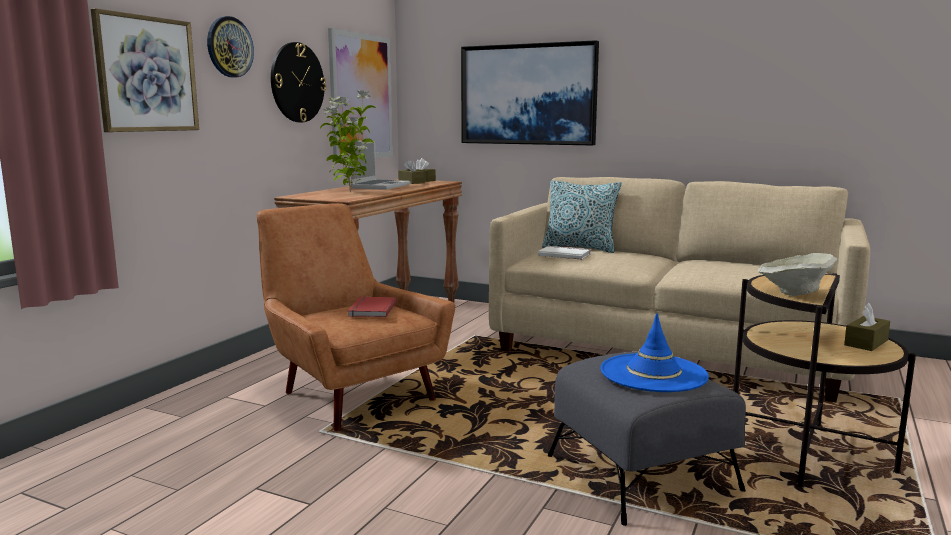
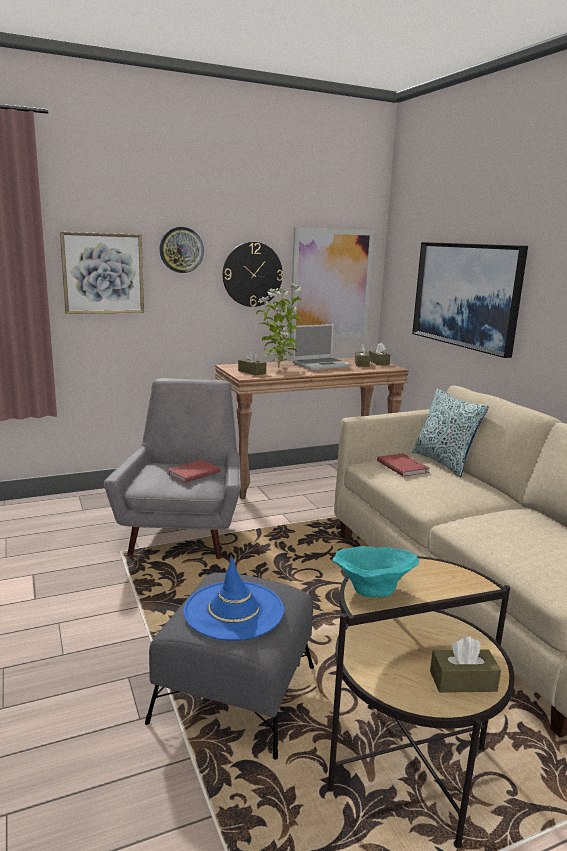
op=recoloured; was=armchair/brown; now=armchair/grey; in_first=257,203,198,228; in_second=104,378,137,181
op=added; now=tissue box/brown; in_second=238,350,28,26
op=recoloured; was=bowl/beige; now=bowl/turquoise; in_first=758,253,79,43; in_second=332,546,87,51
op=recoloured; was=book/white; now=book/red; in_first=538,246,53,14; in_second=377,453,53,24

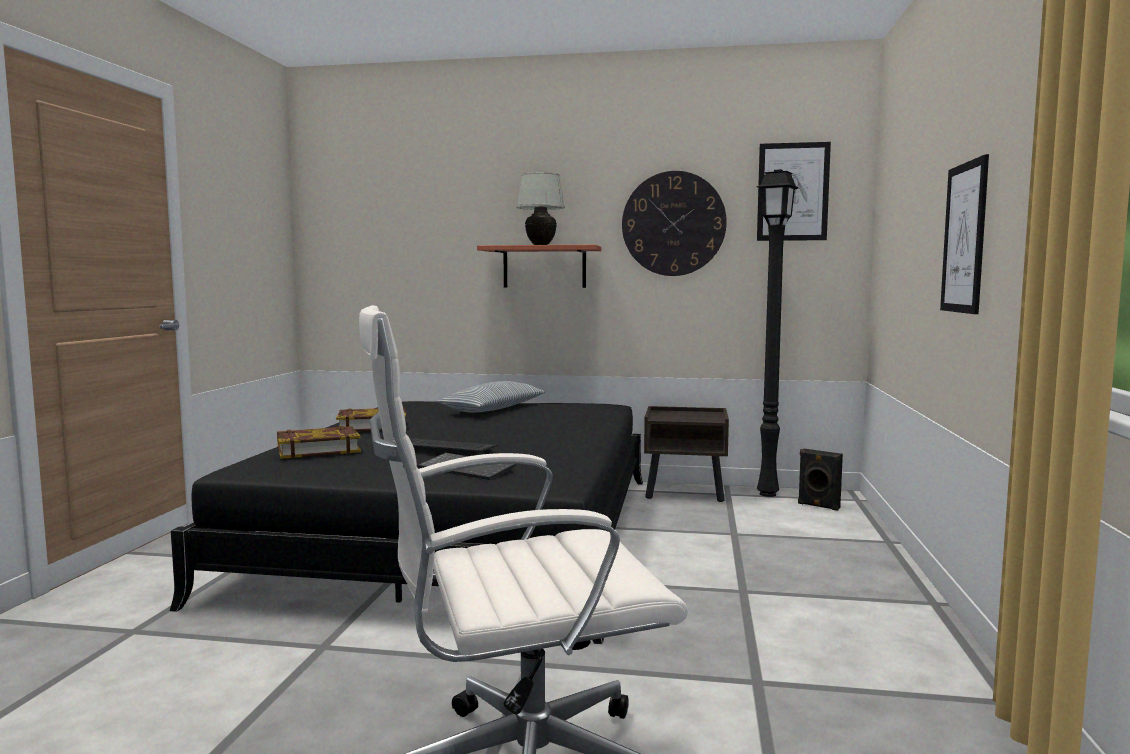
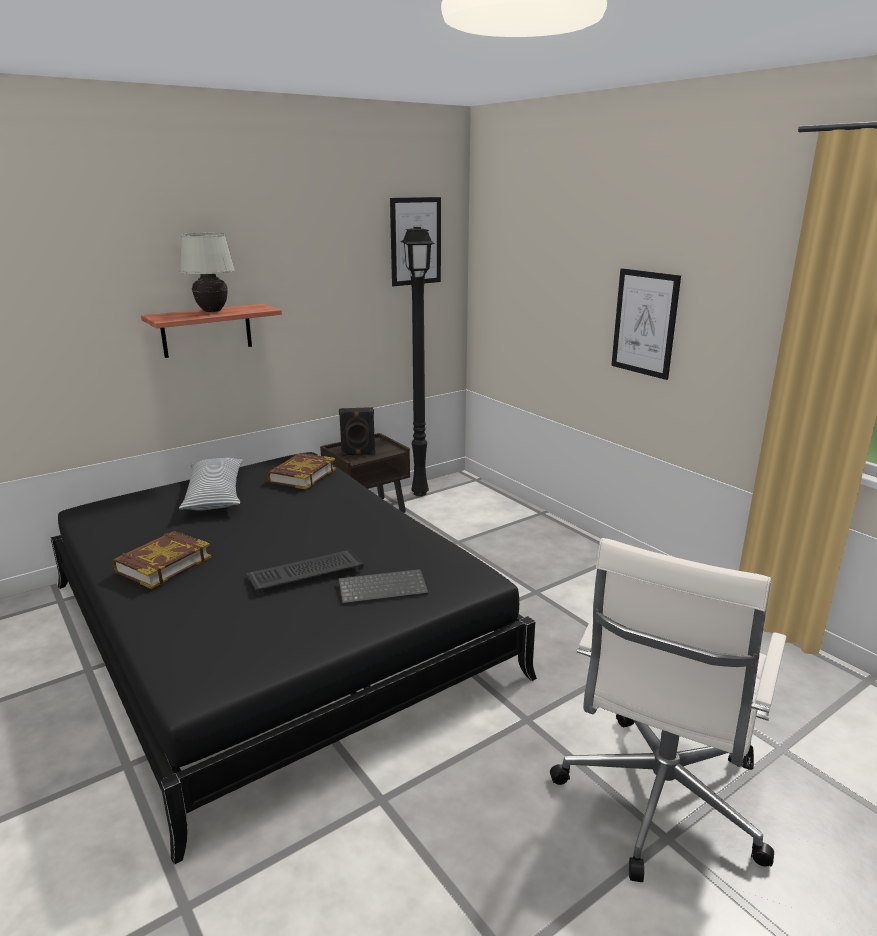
op=moved; was=book; in_first=277,426,84,33; in_second=267,453,69,36
op=moved; was=speaker/black; in_first=798,449,45,62; in_second=339,407,37,49
op=removed; was=wall clock; in_first=622,171,105,105

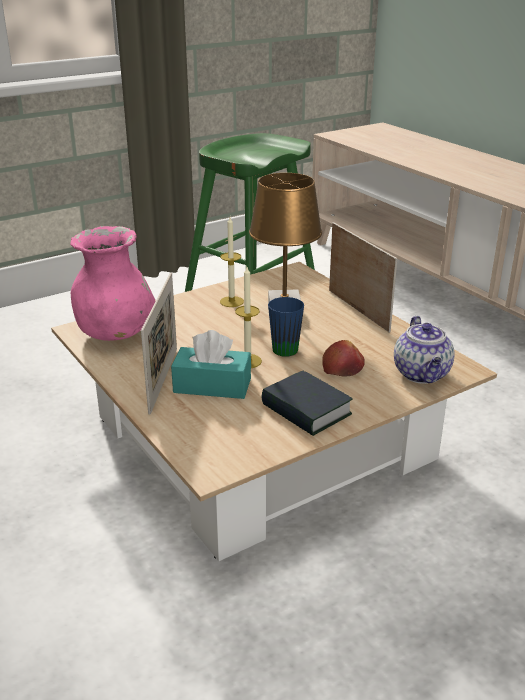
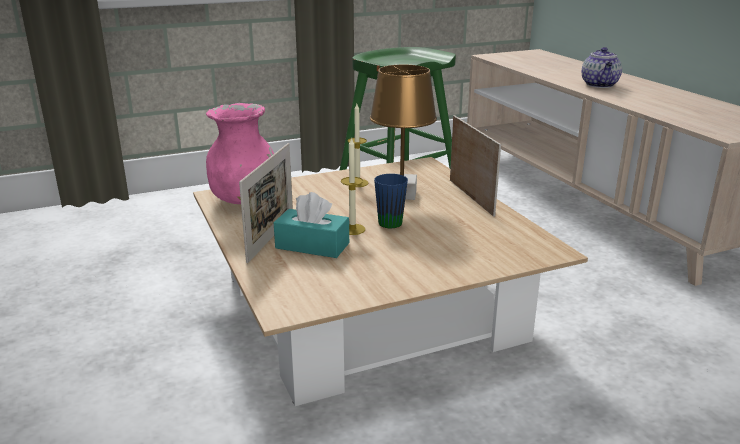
op=moved; was=teapot; in_first=394,316,61,68; in_second=581,47,41,41
op=removed; was=book; in_first=262,371,91,65
op=removed; was=apple; in_first=322,340,43,37

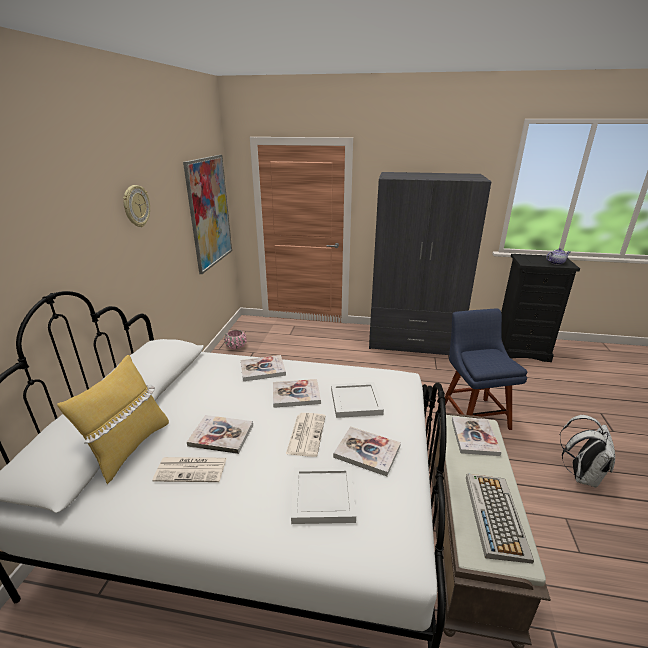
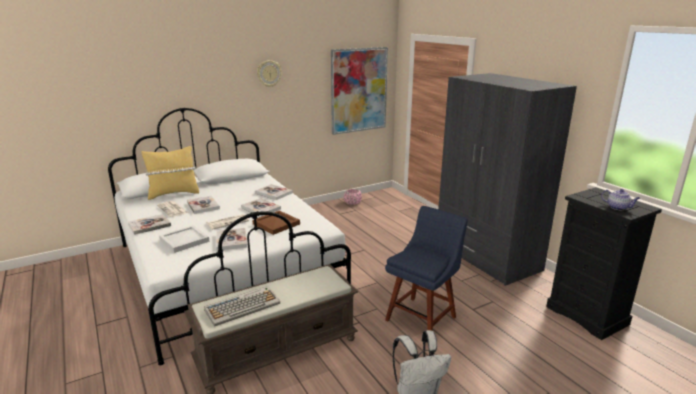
op=moved; was=book; in_first=452,417,49,39; in_second=128,214,43,21
op=recoloured; was=tray/white; now=tray/brown; in_first=331,382,53,36; in_second=252,211,48,24

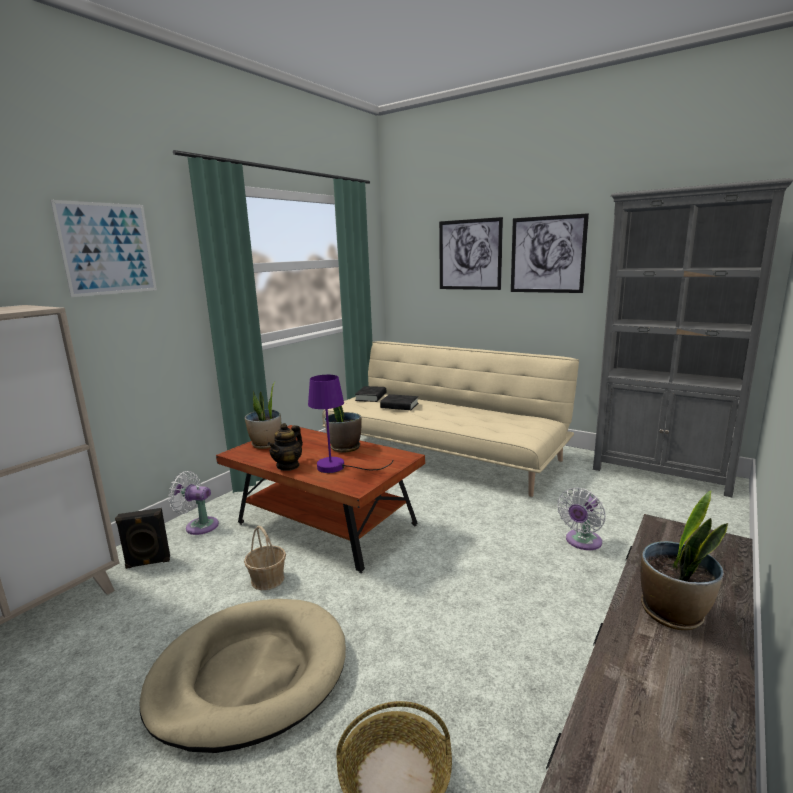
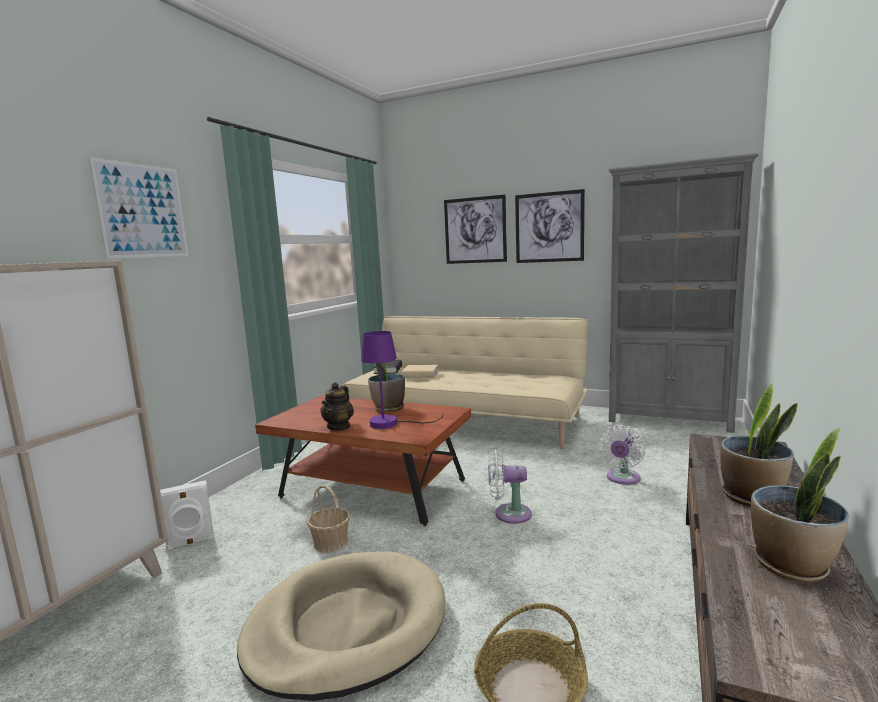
op=recoloured; was=speaker/black; now=speaker/white; in_first=115,508,55,61; in_second=160,480,55,71
op=recoloured; was=book/black; now=book/beige; in_first=380,394,38,16; in_second=402,365,36,13
op=moved; was=fan/white; in_first=168,471,51,64; in_second=488,450,44,74
op=moved; was=potted plant; in_first=245,381,36,68; in_second=751,428,98,155

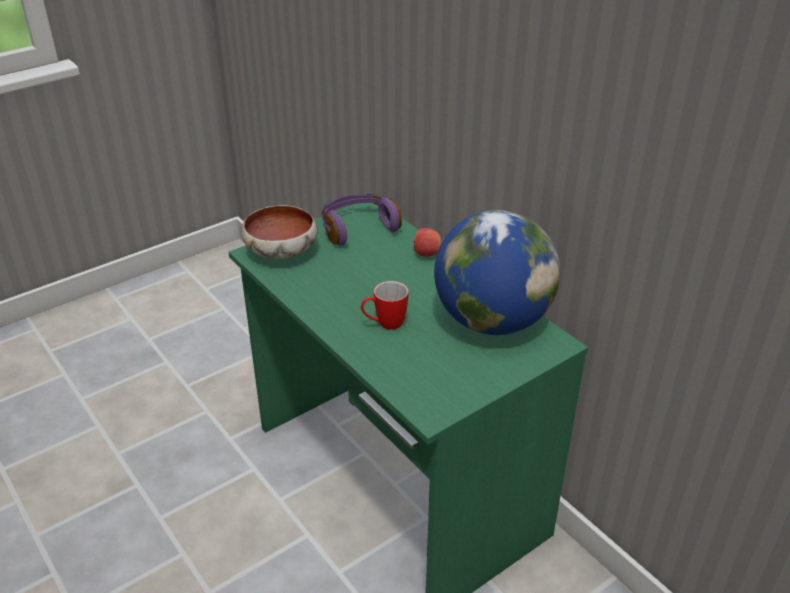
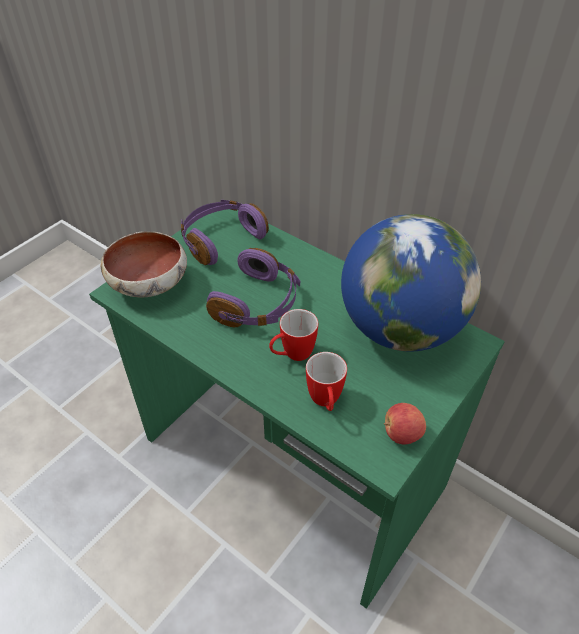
op=added; now=headphones/purple; in_second=206,248,94,80
op=added; now=mug; in_second=306,352,41,59
op=moved; was=apple; in_first=413,228,28,29; in_second=384,403,42,42

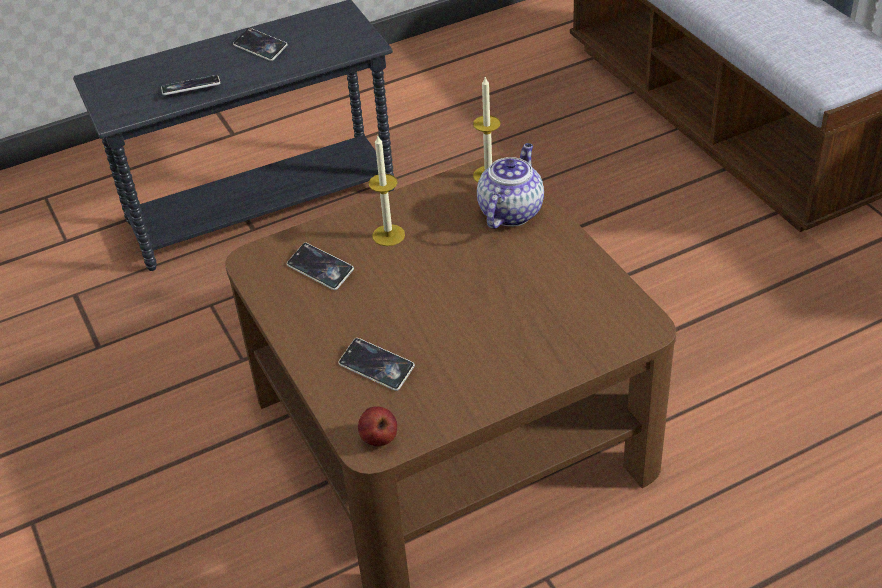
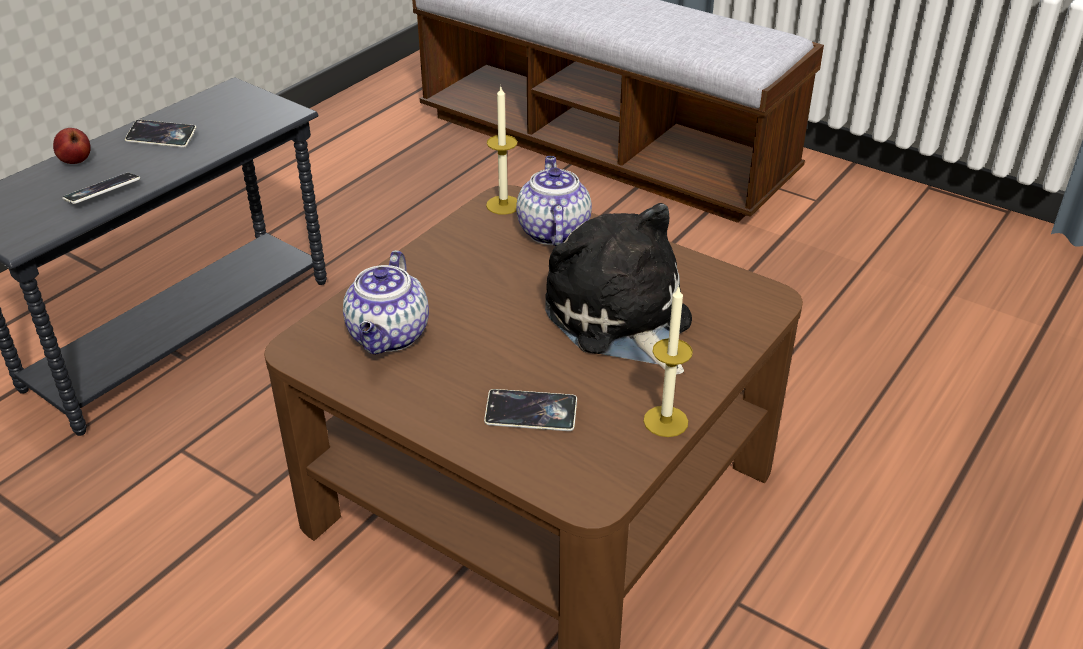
op=moved; was=apple; in_first=358,406,39,40; in_second=53,128,38,36
op=replaced; was=phone; now=teapot; in_first=287,243,67,47; in_second=343,250,86,104
op=added; now=plush toy; in_second=545,203,147,171
op=moved; was=candle; in_first=368,134,37,112; in_second=643,285,50,152

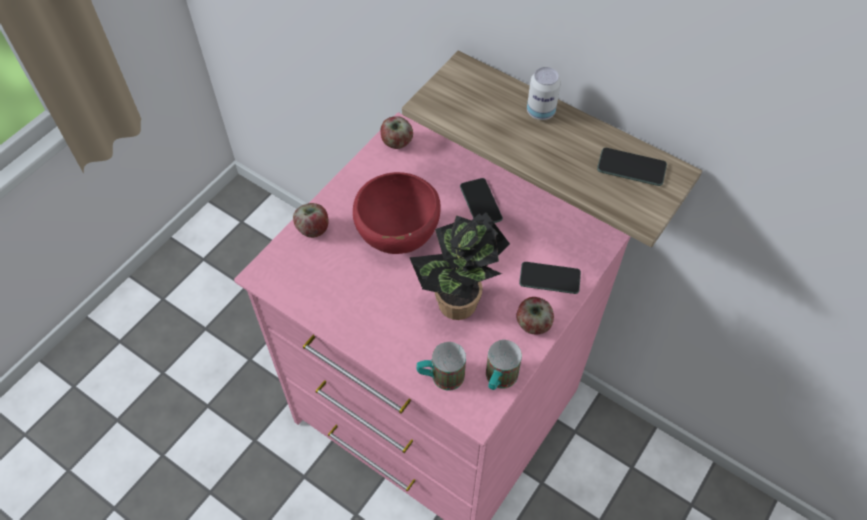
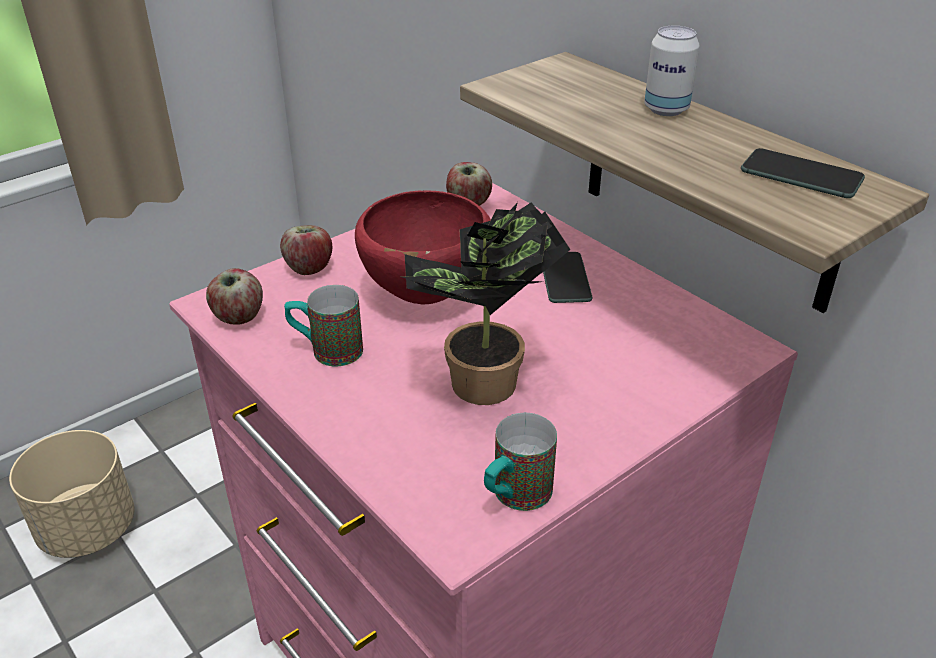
op=added; now=planter/beige; in_second=9,430,126,128
op=moved; was=apple; in_first=516,297,38,37; in_second=206,268,57,56
op=moved; was=mug; in_first=416,342,50,49; in_second=284,285,79,81
op=removed; was=phone; in_first=519,262,62,32

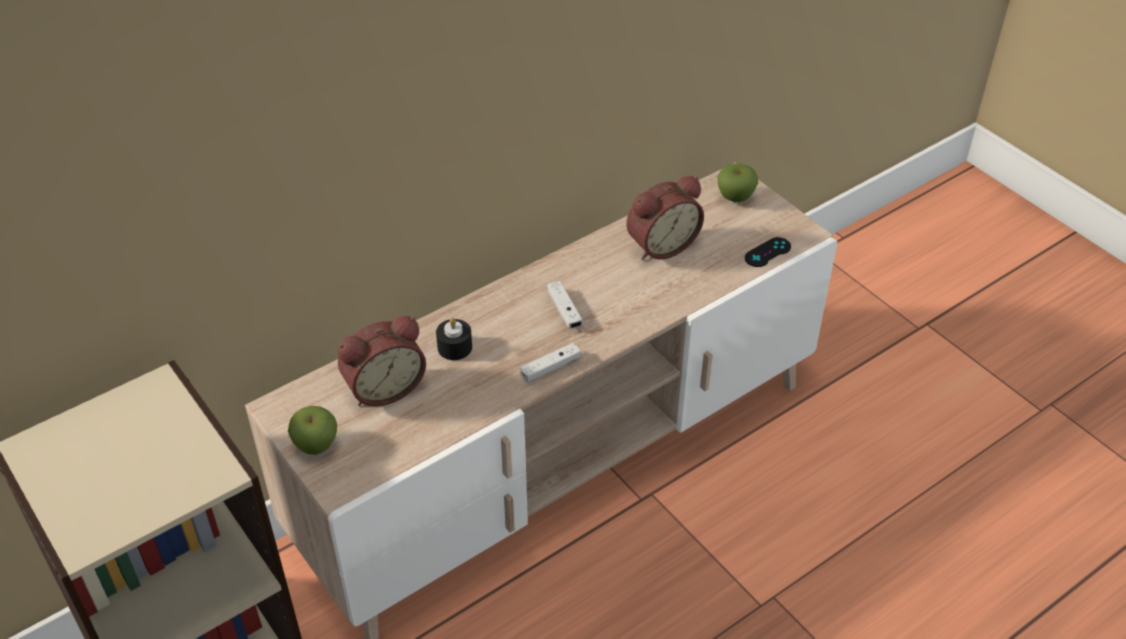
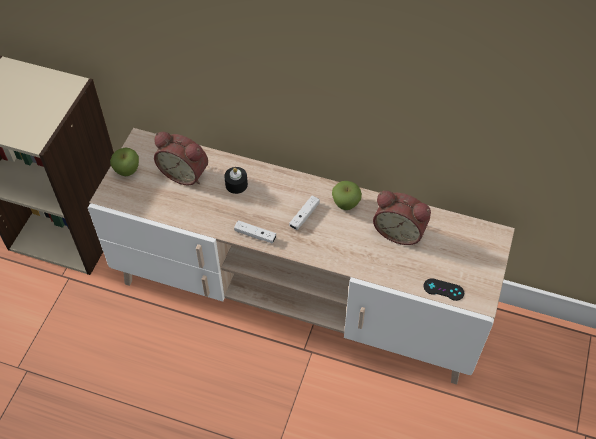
op=moved; was=apple; in_first=717,163,41,39; in_second=332,181,30,29

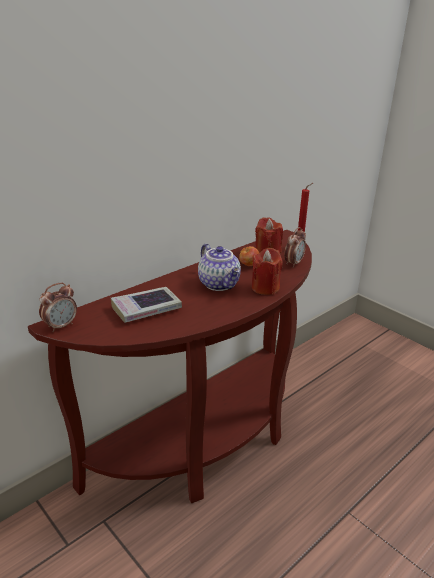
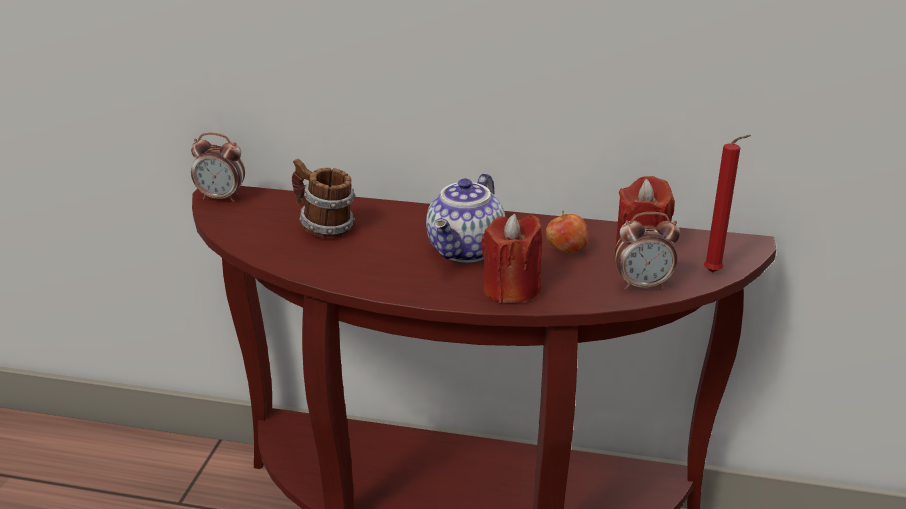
op=replaced; was=book; now=mug; in_first=111,287,71,36; in_second=292,159,63,79

